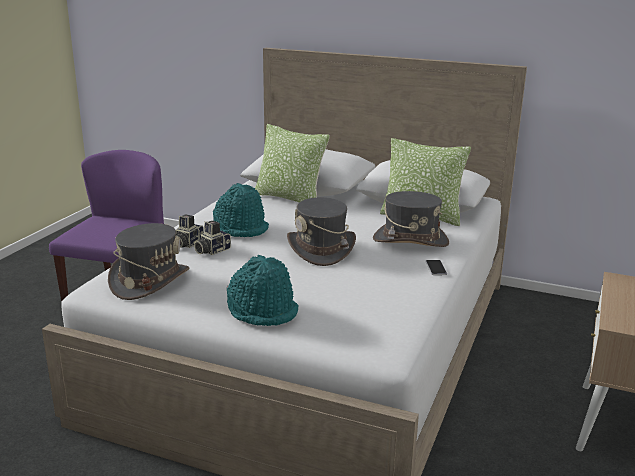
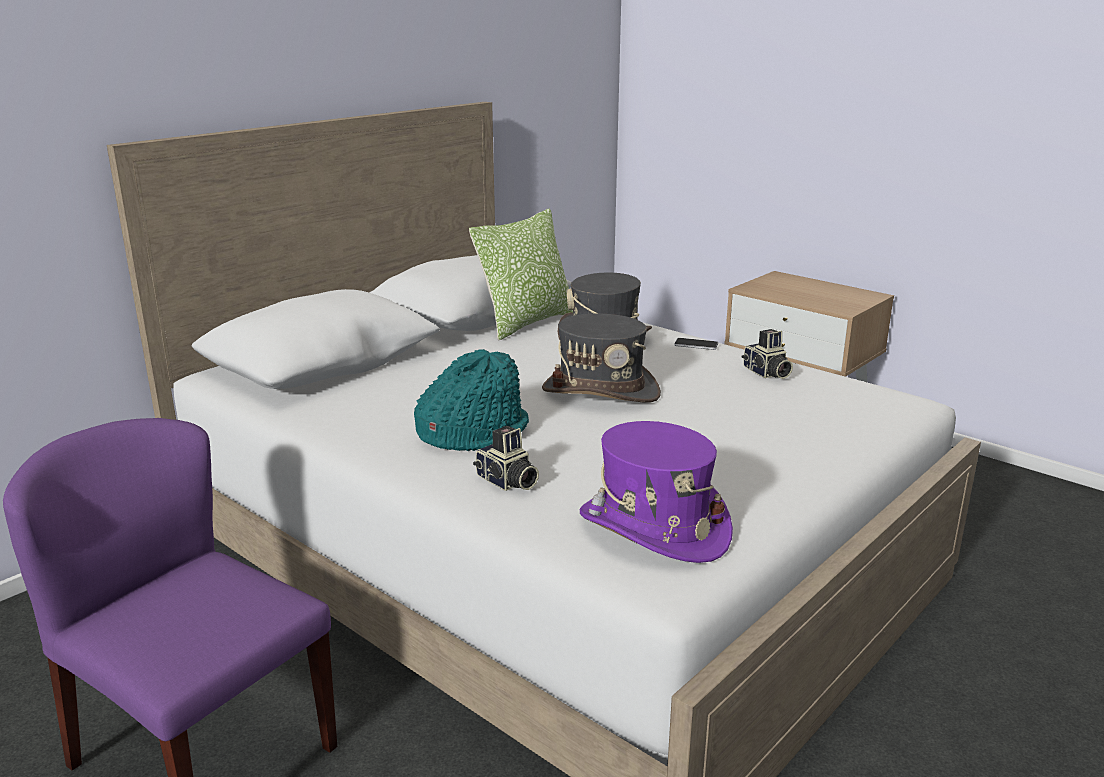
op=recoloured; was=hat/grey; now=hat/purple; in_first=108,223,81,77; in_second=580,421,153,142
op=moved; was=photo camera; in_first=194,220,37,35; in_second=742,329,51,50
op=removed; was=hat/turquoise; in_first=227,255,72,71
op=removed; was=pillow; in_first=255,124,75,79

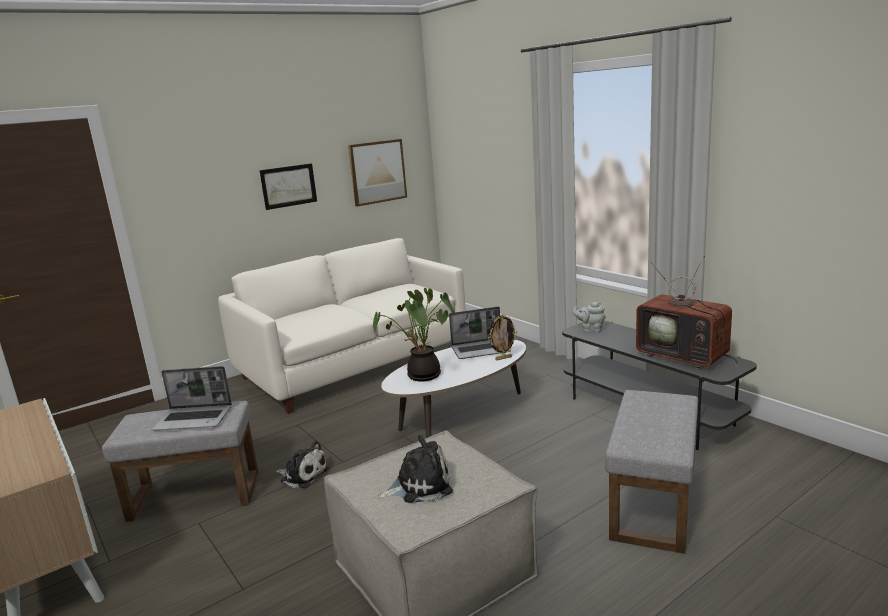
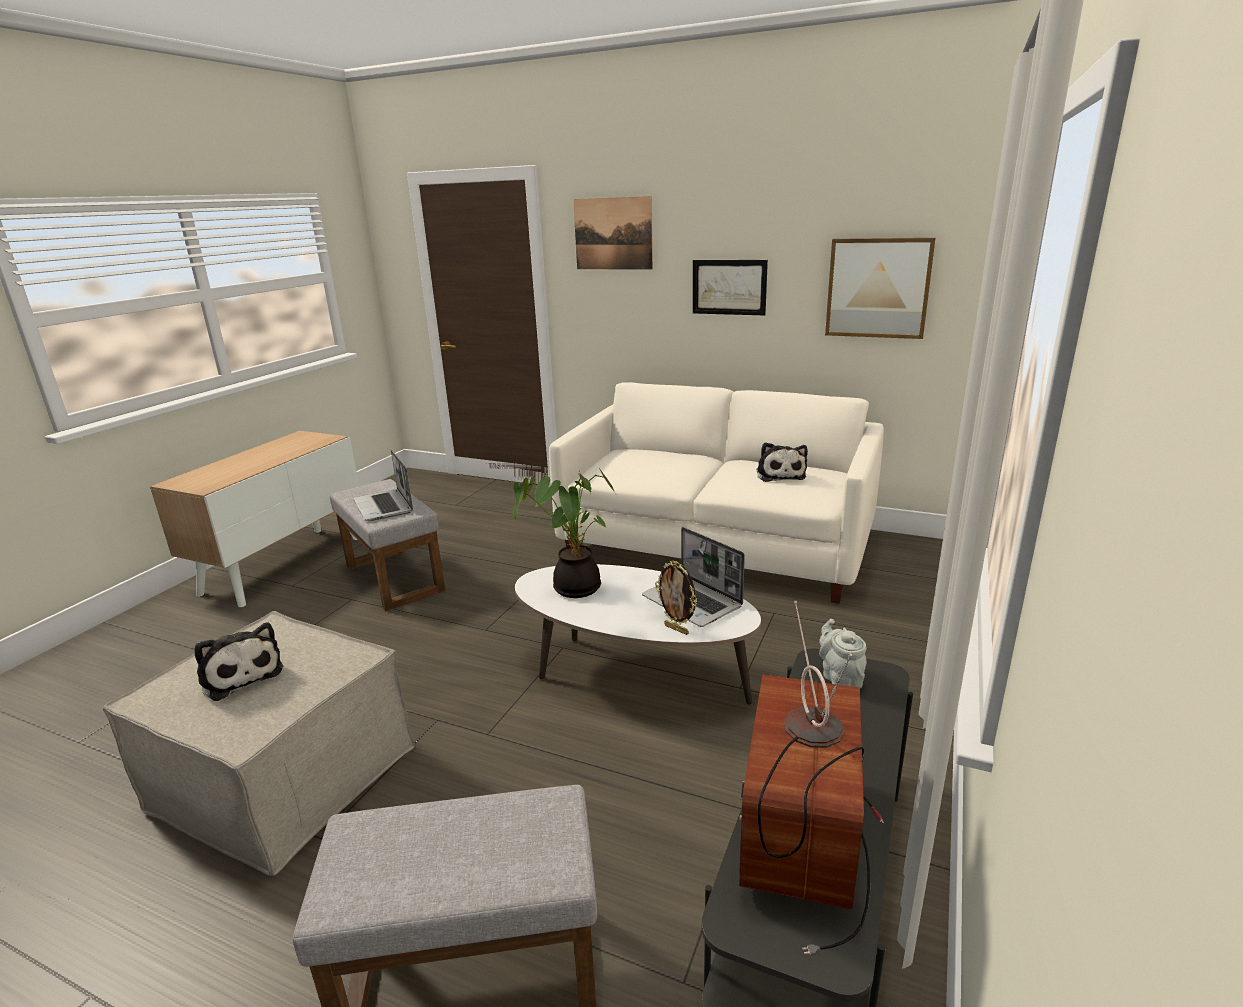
op=added; now=picture; in_second=573,196,80,74
op=moved; was=plush toy; in_first=275,440,54,48; in_second=756,442,52,40

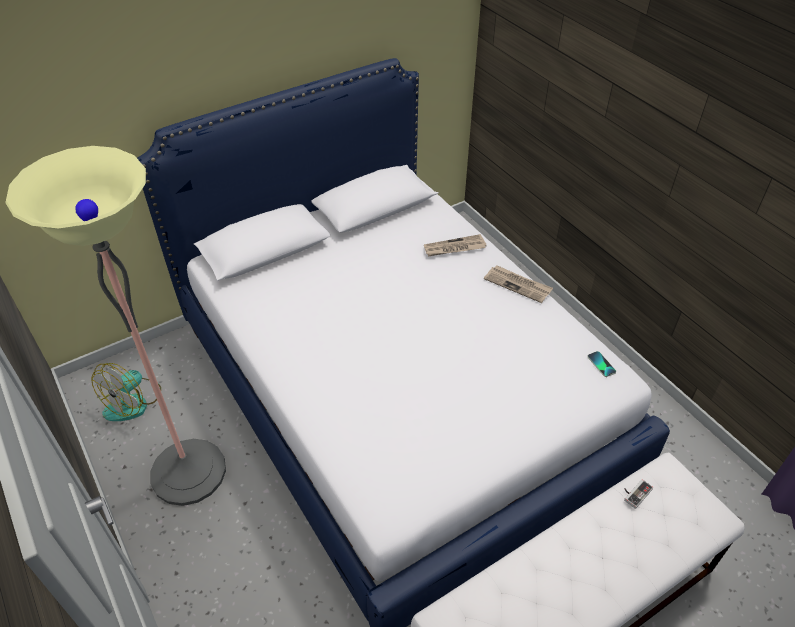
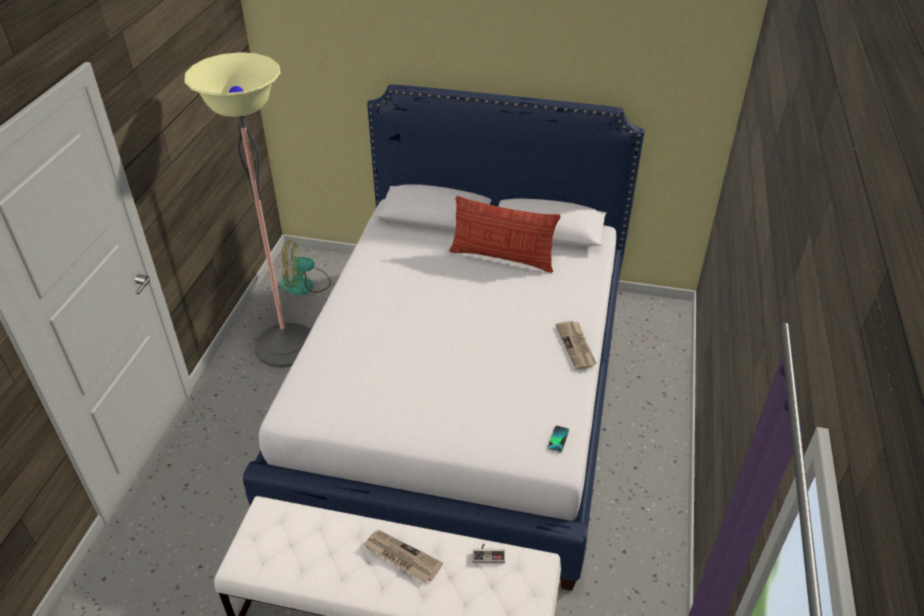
op=moved; was=newspaper; in_first=424,234,63,22; in_second=363,530,80,53
op=added; now=pillow; in_second=449,196,112,77

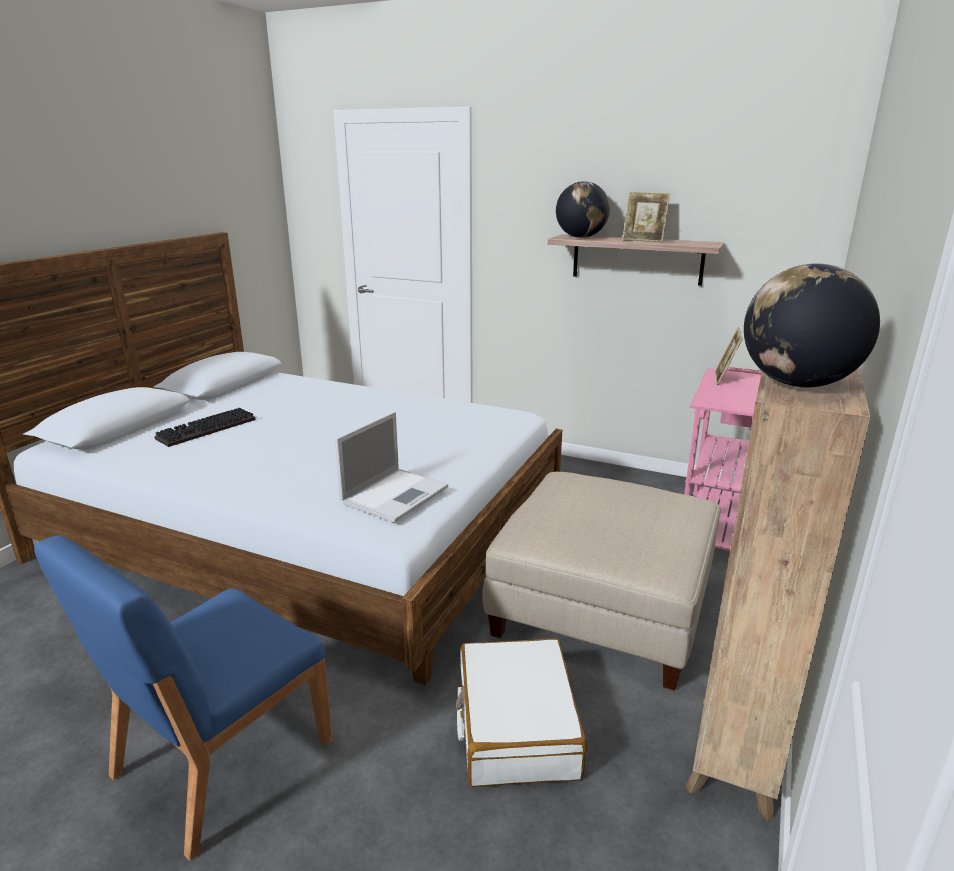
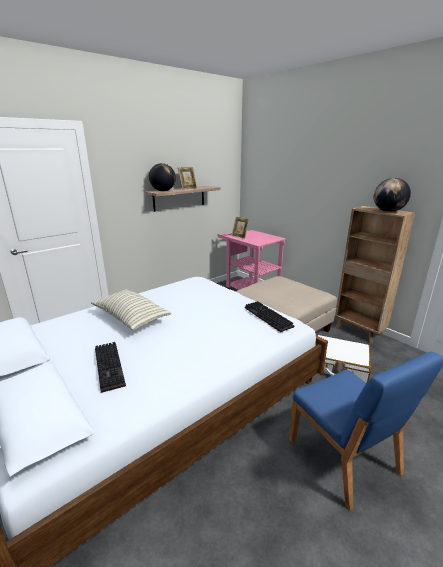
op=added; now=pillow; in_second=91,289,80,41
op=replaced; was=laptop; now=keyboard; in_first=335,412,113,111; in_second=245,301,49,31

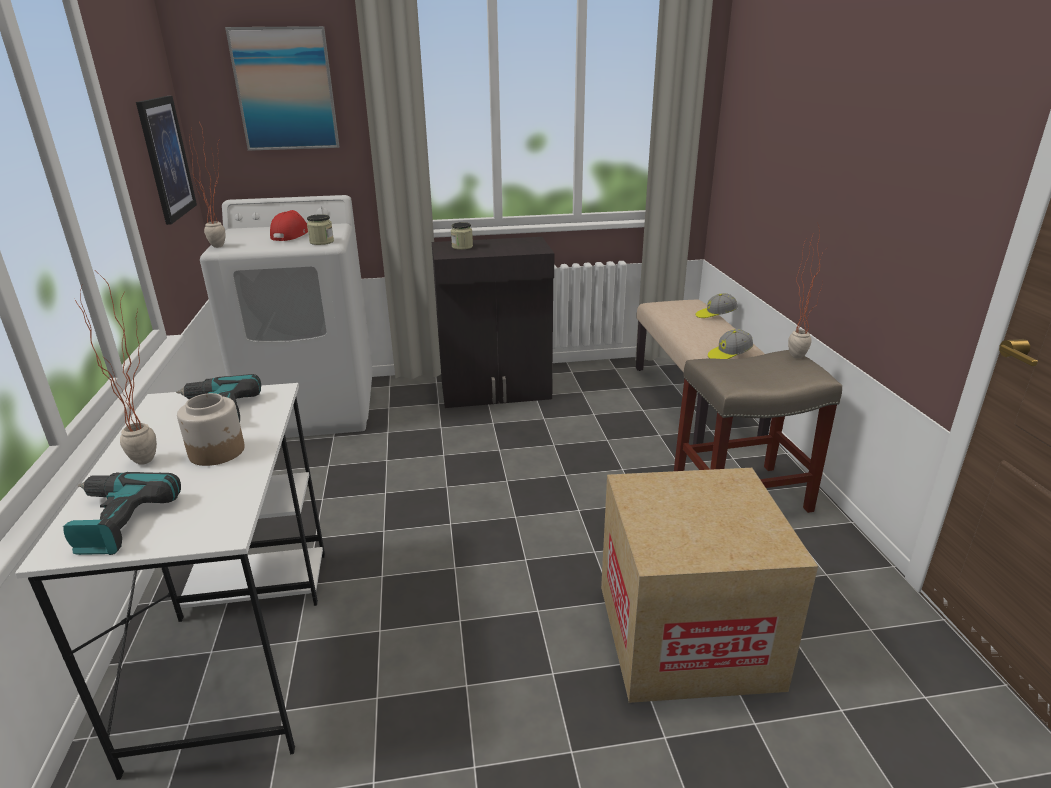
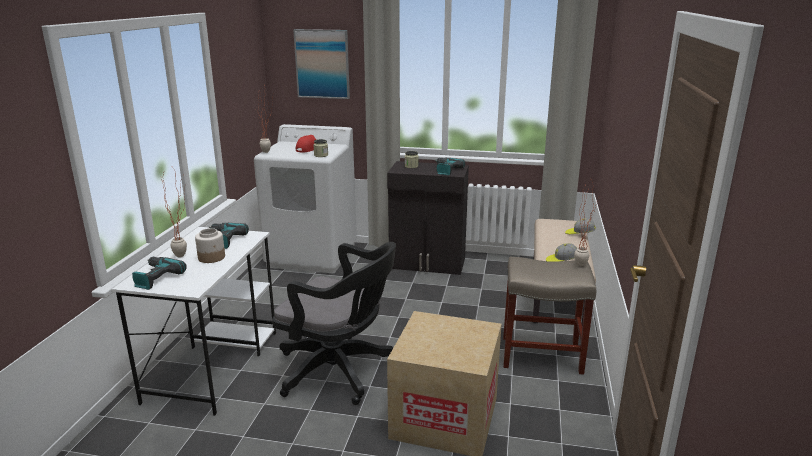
op=added; now=office chair/black; in_second=272,242,124,163
op=added; now=power drill; in_second=435,158,30,17
op=removed; was=picture; in_first=136,96,61,129

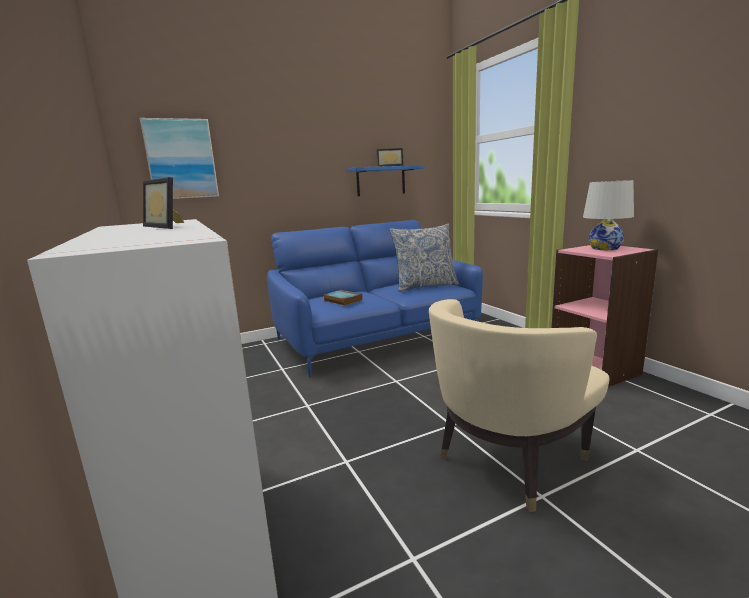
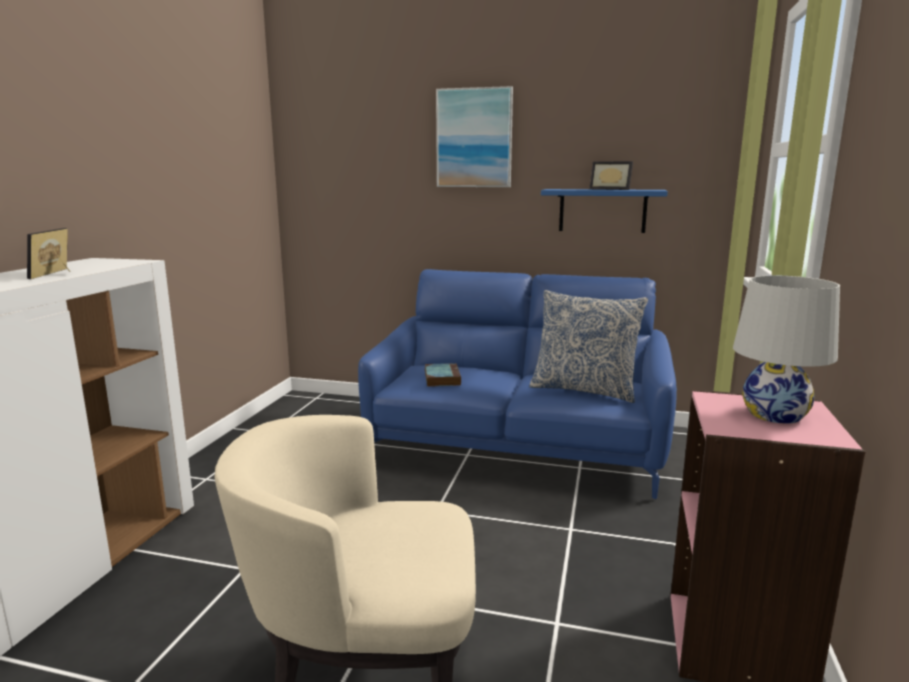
op=moved; was=picture; in_first=140,118,79,81; in_second=436,86,77,101

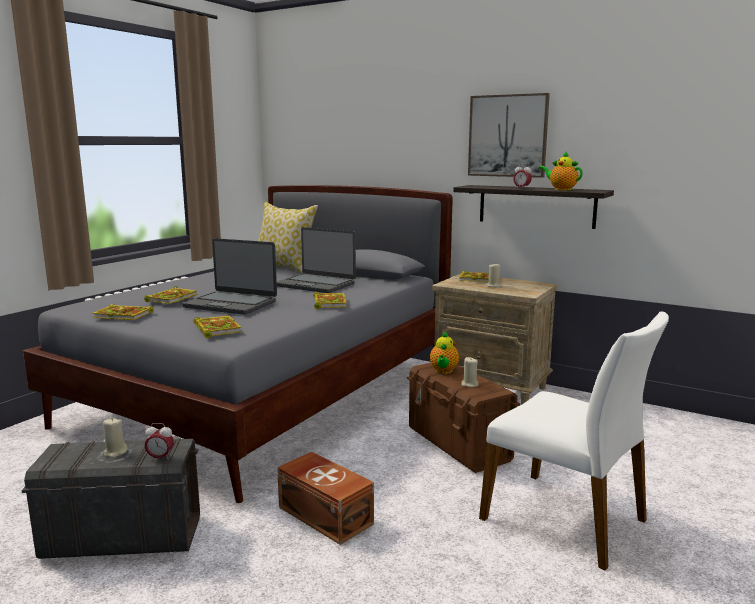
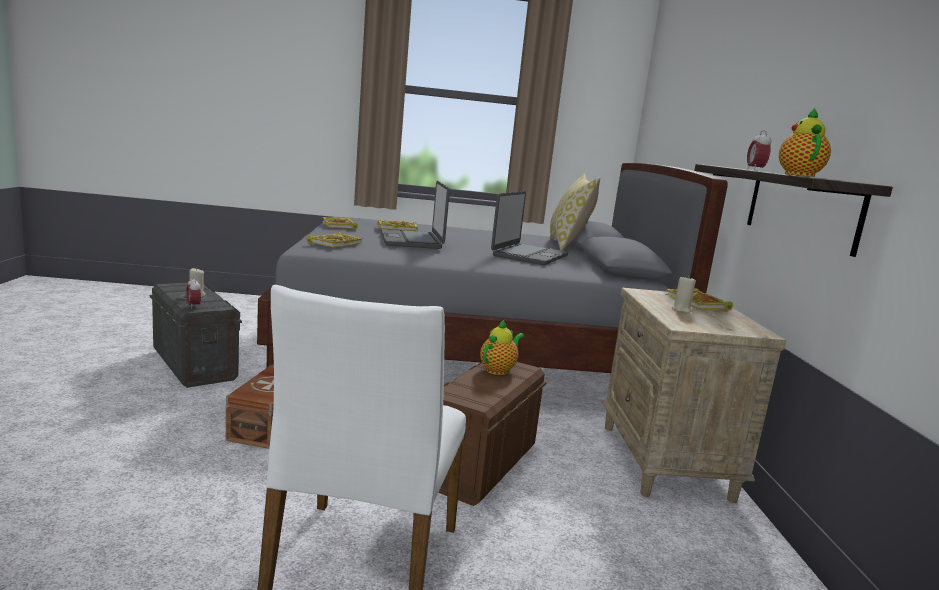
op=turned; was=teapot; in_first=430,331,29,43; in_second=480,320,44,55; clockwise=150
op=turned; was=laptop; in_first=277,227,79,66; in_second=491,191,77,74; clockwise=-150
op=removed; was=book; in_first=313,292,34,17
op=removed; was=candle/beige; in_first=461,357,17,30
op=removed; was=picture; in_first=468,93,82,85

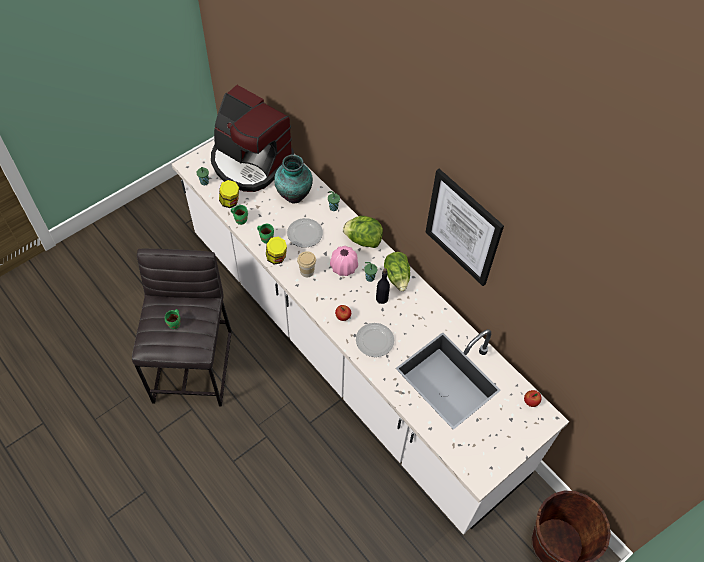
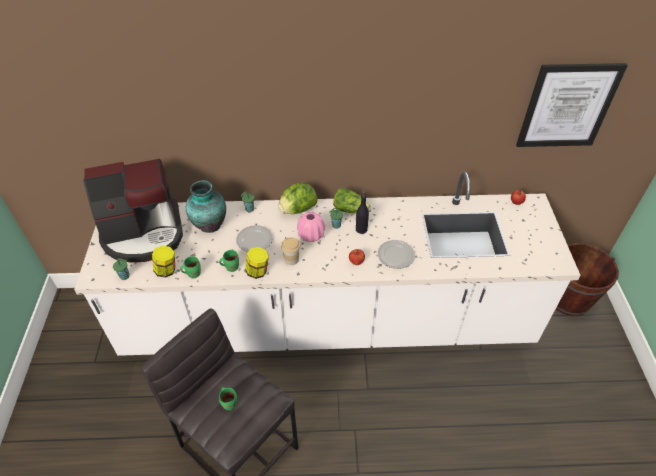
op=moved; was=picture; in_first=426,169,78,117; in_second=516,63,112,84

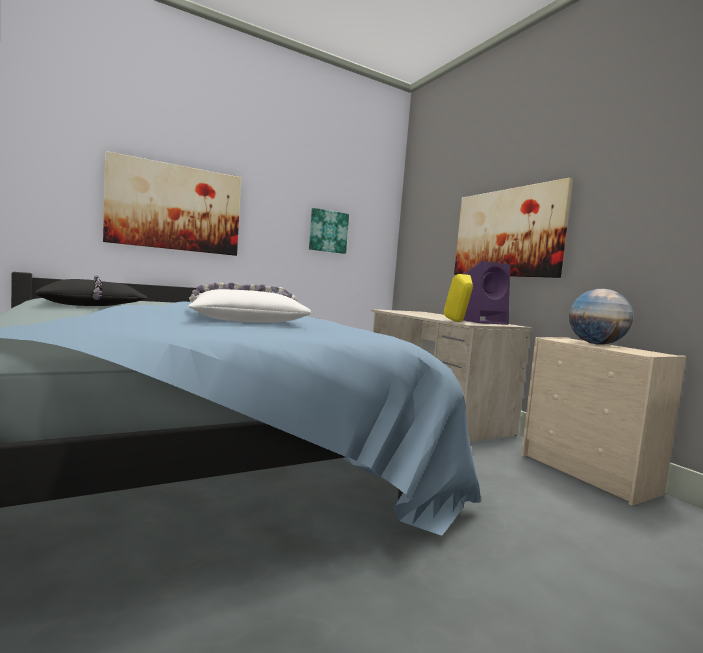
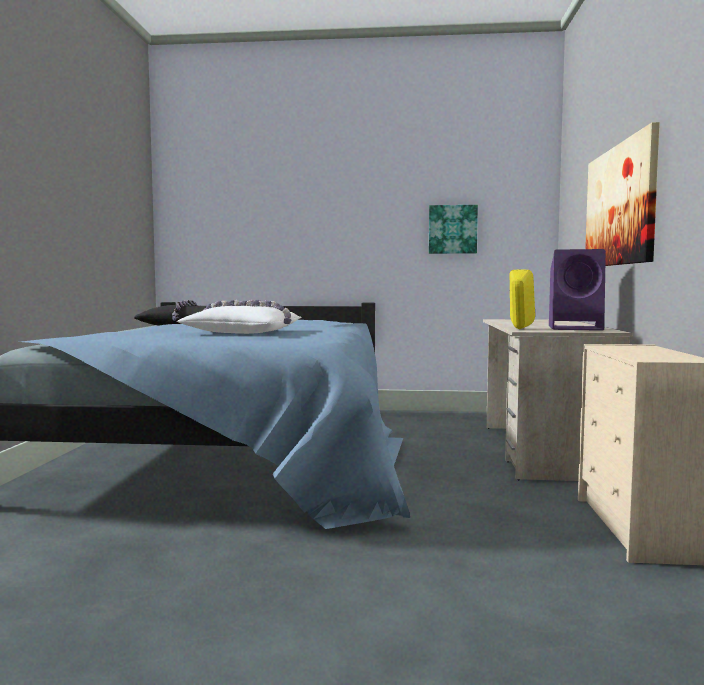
op=removed; was=picture; in_first=103,151,138,105
op=removed; was=globe; in_first=569,289,64,56

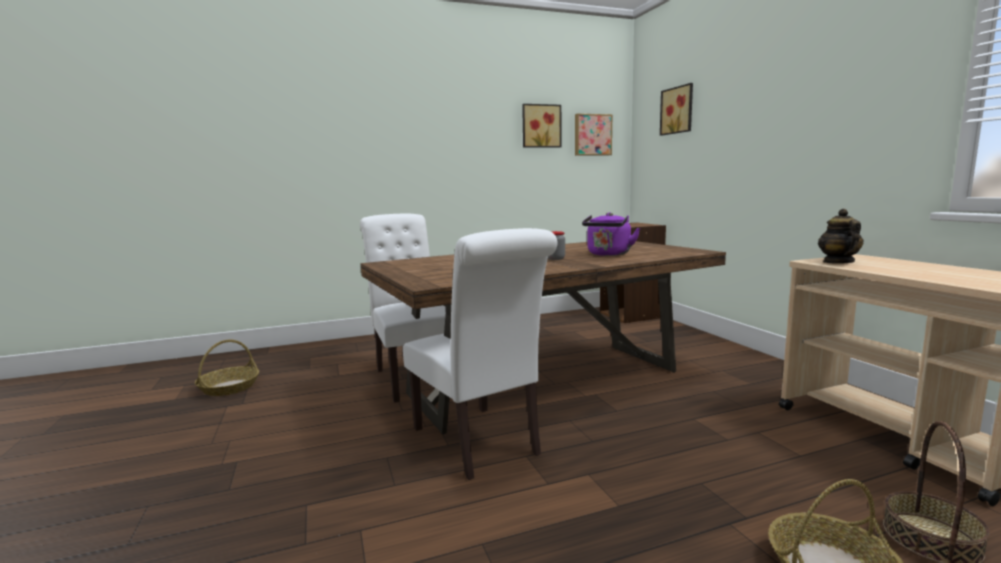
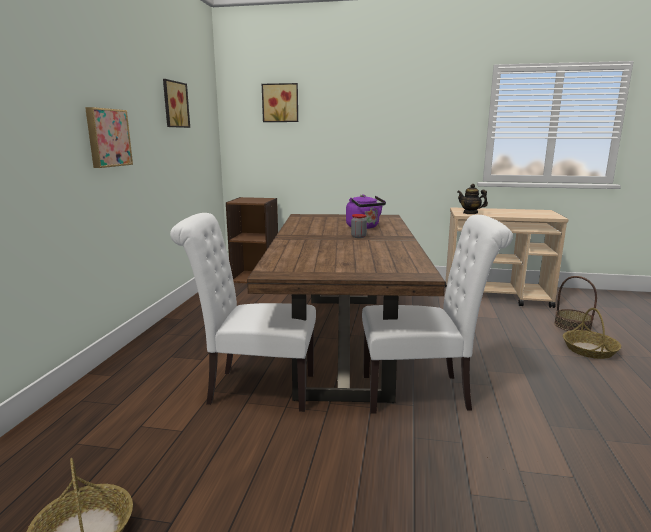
op=moved; was=picture; in_first=575,114,37,42; in_second=85,107,48,61

